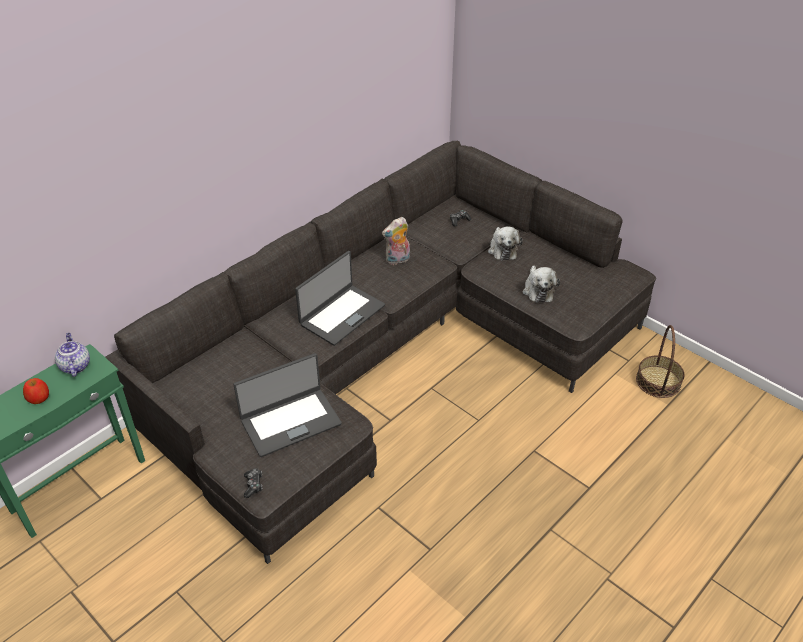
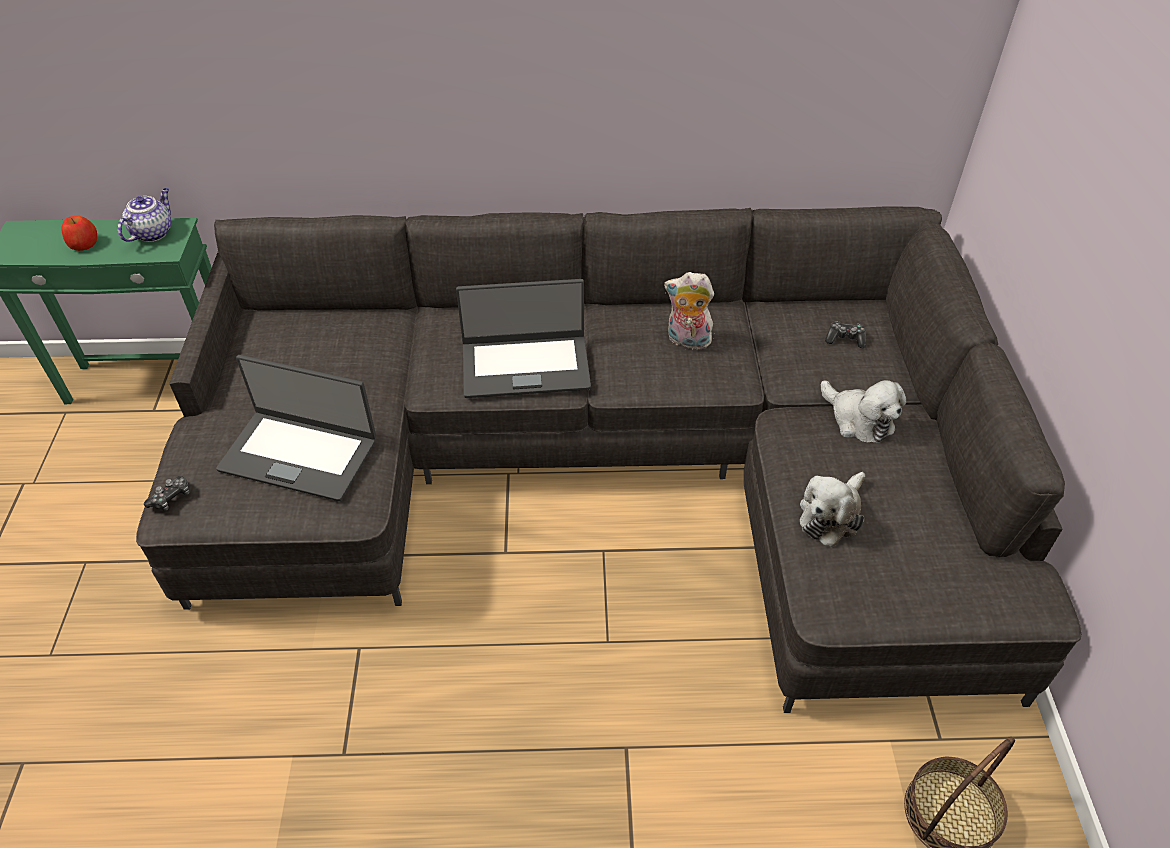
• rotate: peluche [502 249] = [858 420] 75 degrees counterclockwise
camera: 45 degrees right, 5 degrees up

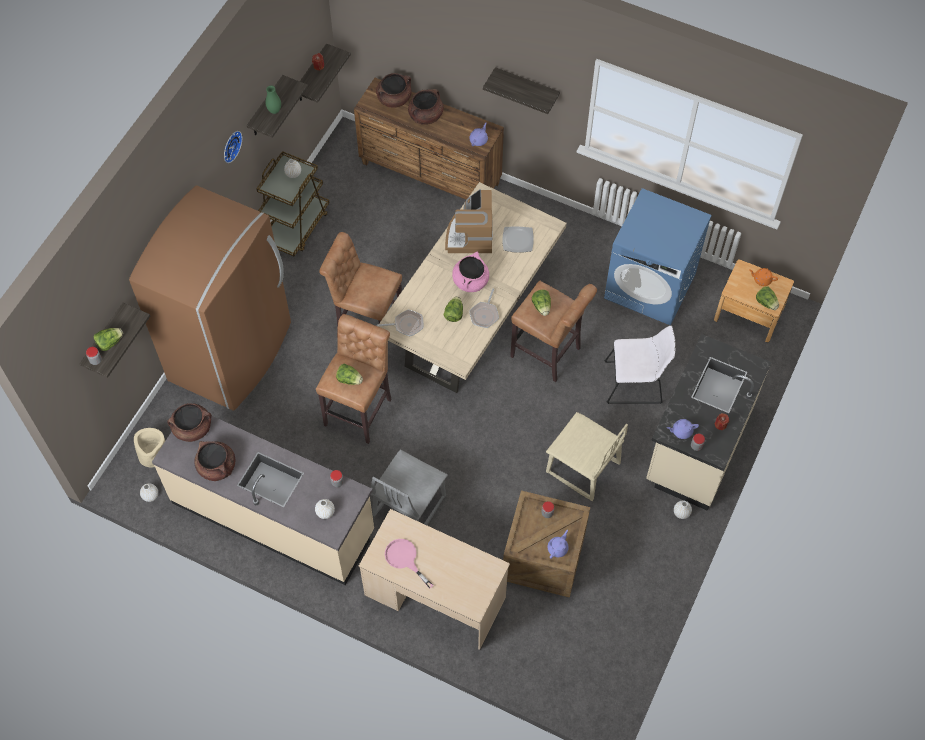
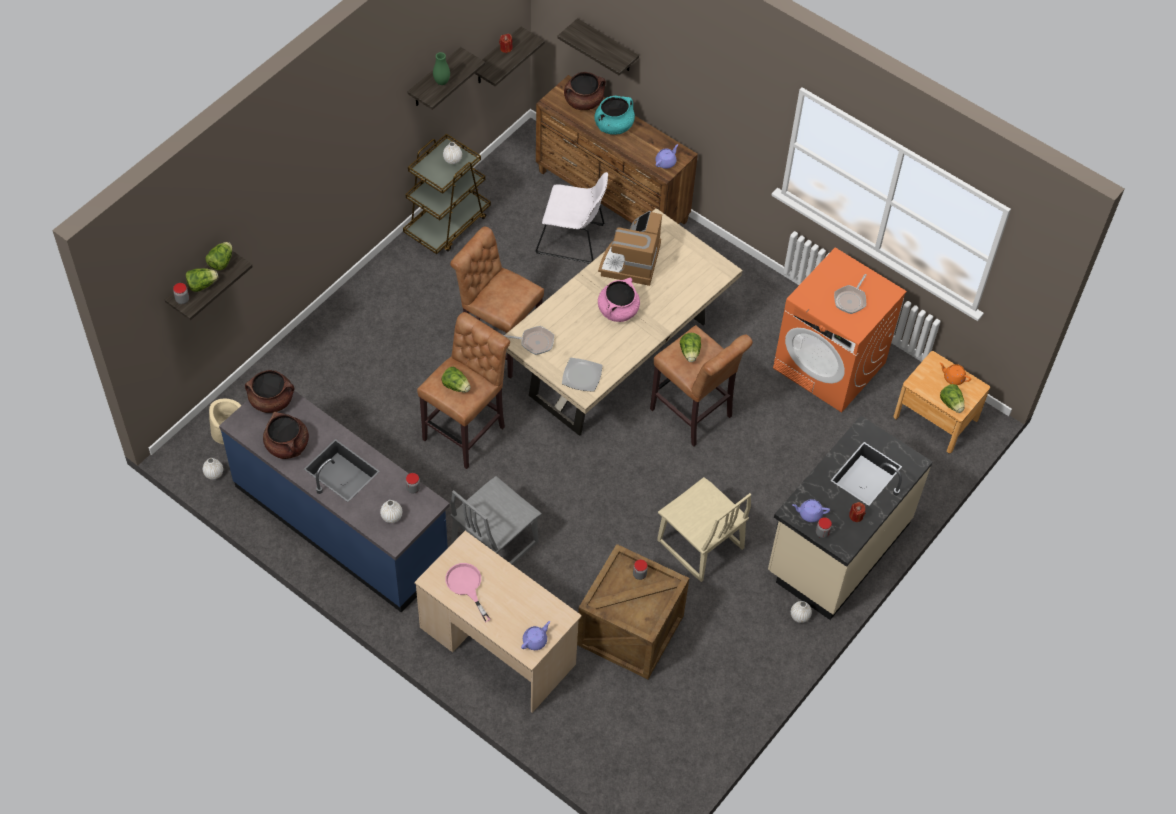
• move: laitue [454 314] to [221 262]
• recolor: comptoir de cuisine (beige) [273 516] to comptoir de cuisine (bleu) [342 523]
• move: théière (violet) [558 548] to [535 640]
• move: chaise (blanc) [636 382] to [573 239]
• move: étagère [526 87] to [607 46]
• move: assiette [517 240] to [581 376]
• recolor: marmite (marron) [425 116] to marmite (turquoise) [613 126]
• recolor: lave-linge (bleu) [650 286] to lave-linge (orange) [830 365]
• move: poêle [485 314] to [851 300]
• delete: réfrigérateur (marron) [232 352]
• delete: horloge murale [230 145]
camera: 10 degrees right, 5 degrees down

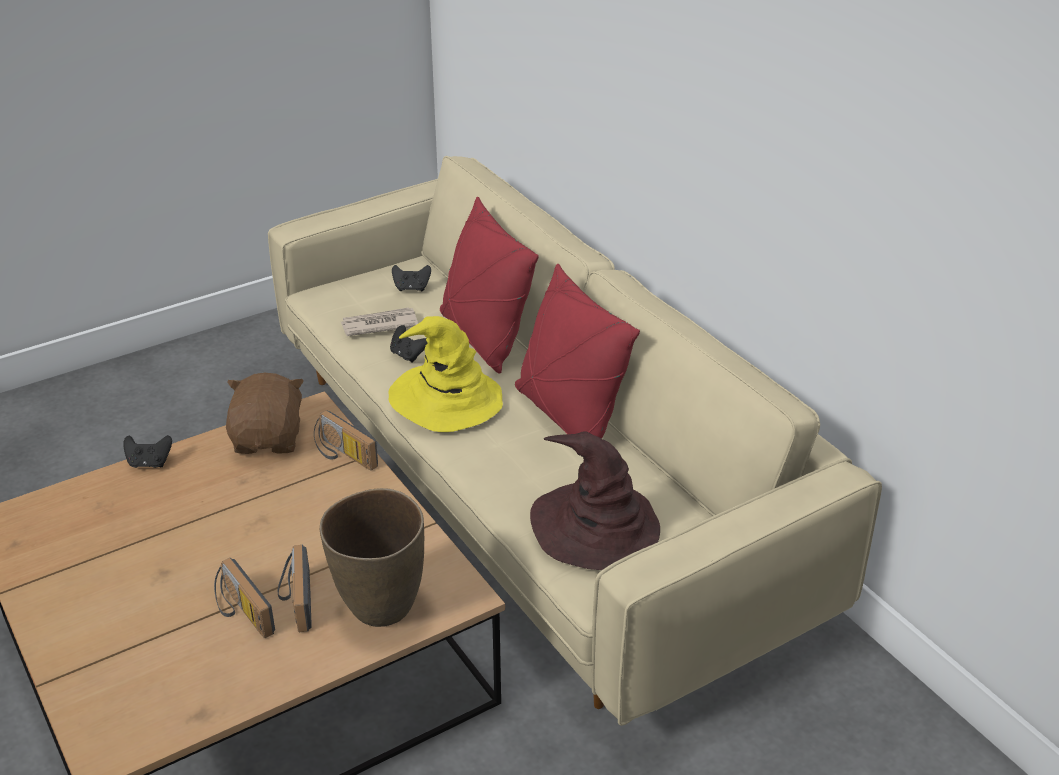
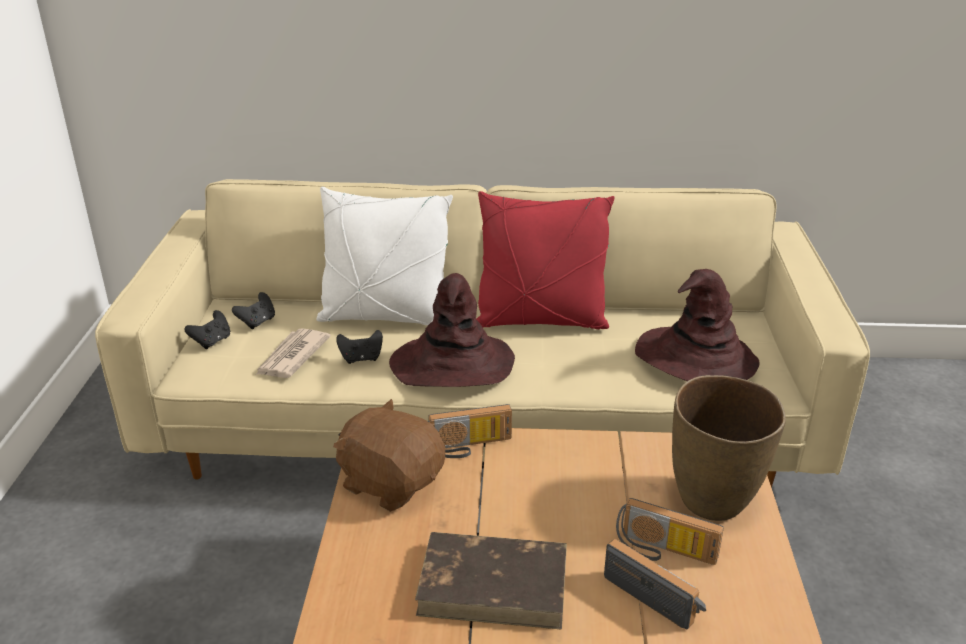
• move: manette (noir) [149 463] to [212 341]
• recolor: coussin (rouge) [484 338] to coussin (blanc) [385 317]
• recolor: chapeau (jaune) [444 400] to chapeau (marron) [452 365]
• insert: livre (marron) [495 584]
• rotate: radio [240 612] = [656 595] 135 degrees counterclockwise
camera: 55 degrees left, 5 degrees down

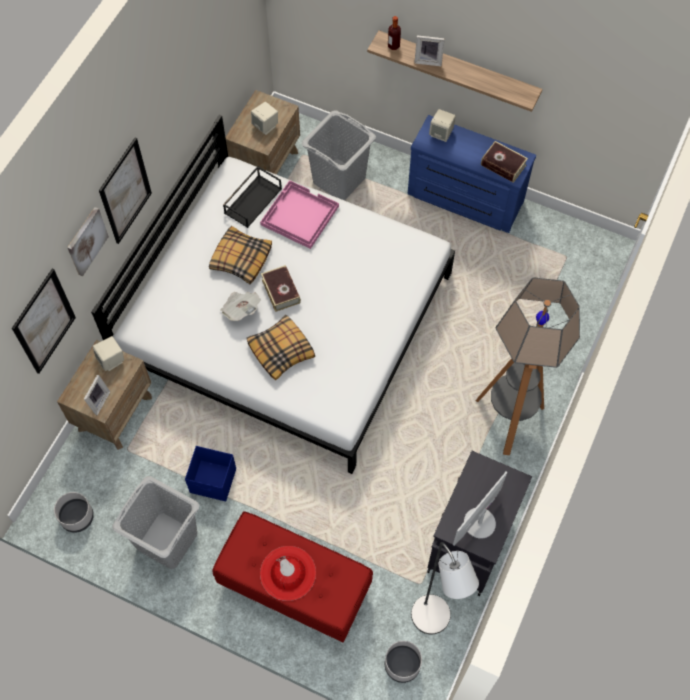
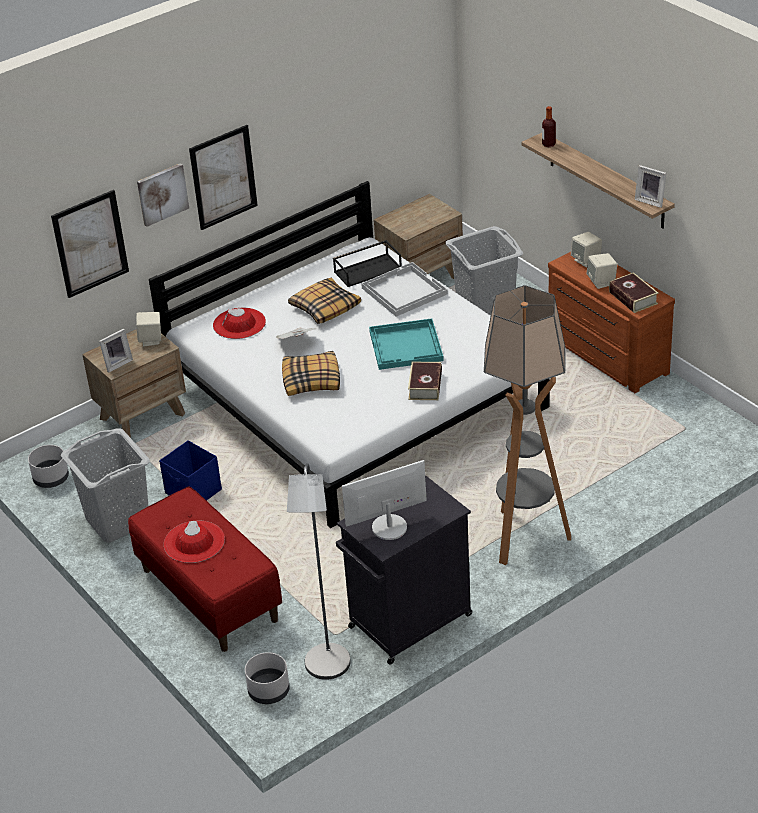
• insert: chapeau (rouge) [239 324]
• recolor: plateau (rose) [299 215] to plateau (blanc) [403 291]
• insert: plateau (turquoise) [406 346]
• move: livre [281 291] to [425 386]
• recolor: commode (bleu) [464 200] to commode (marron) [605 356]
• move: enceinte (beige) [265 126] to [601 282]
• move: cadre photo [428 60] to [651 201]
camera: 30 degrees right, 25 degrees down

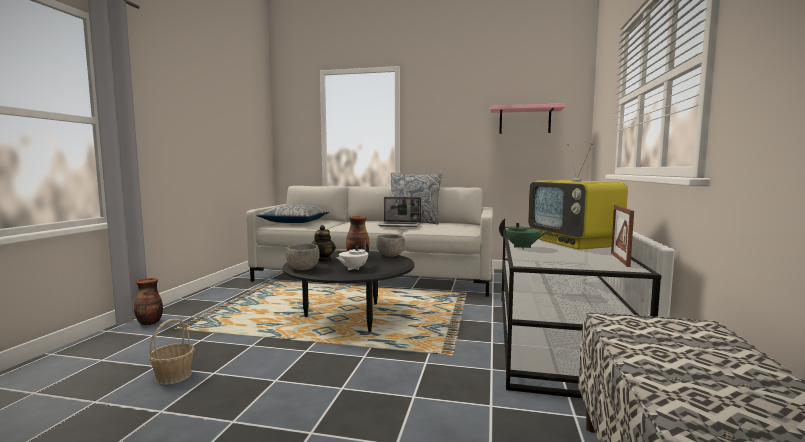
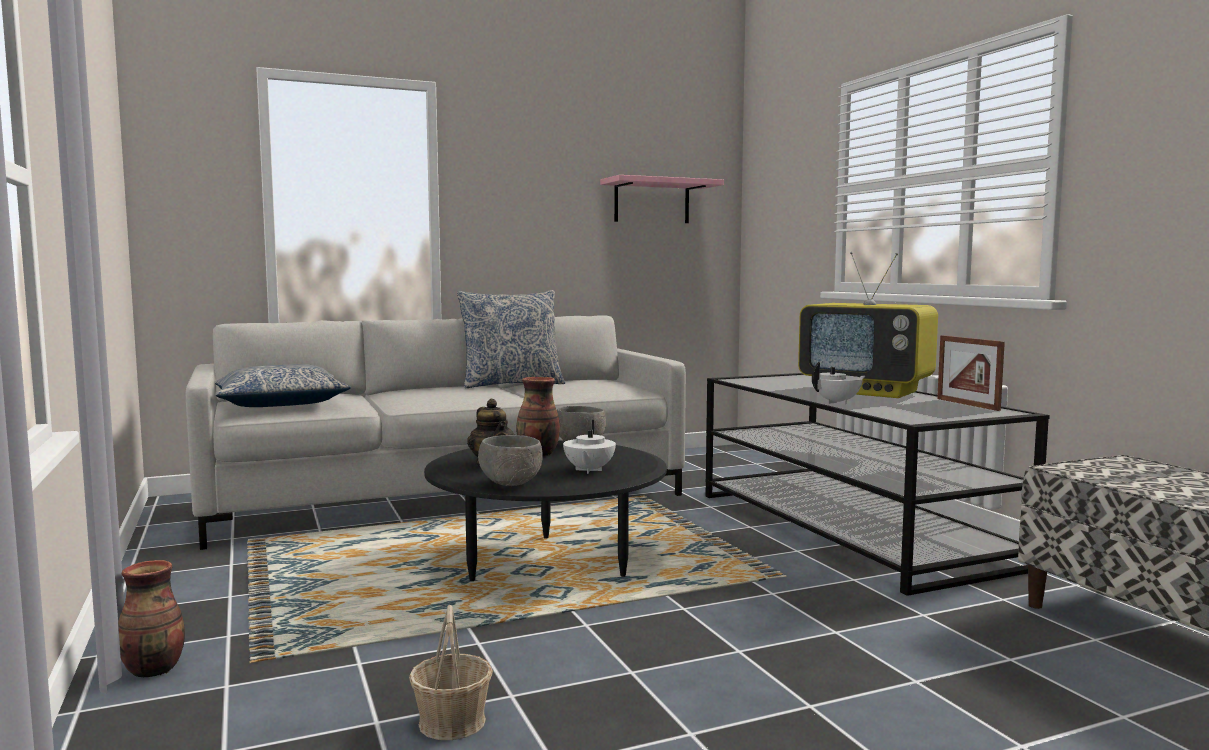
• recolor: théière (vert) [522 247] to théière (blanc) [838 402]
• delete: ordinateur portable [400 225]
camera: 35 degrees left, 0 degrees up

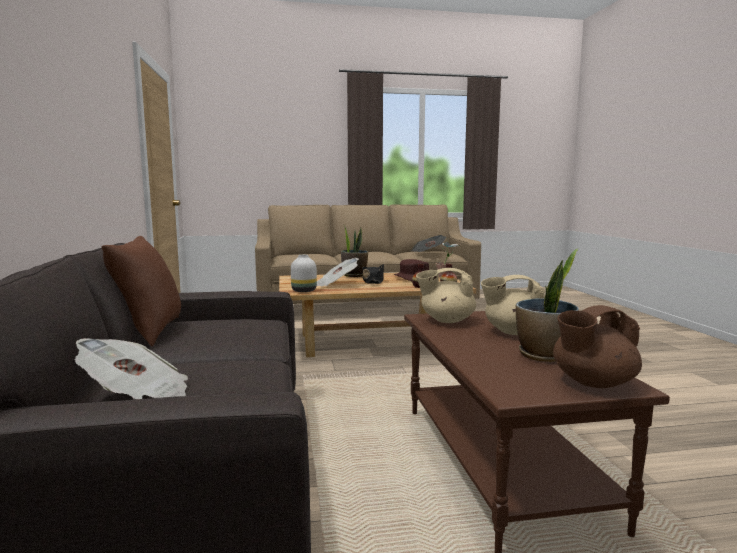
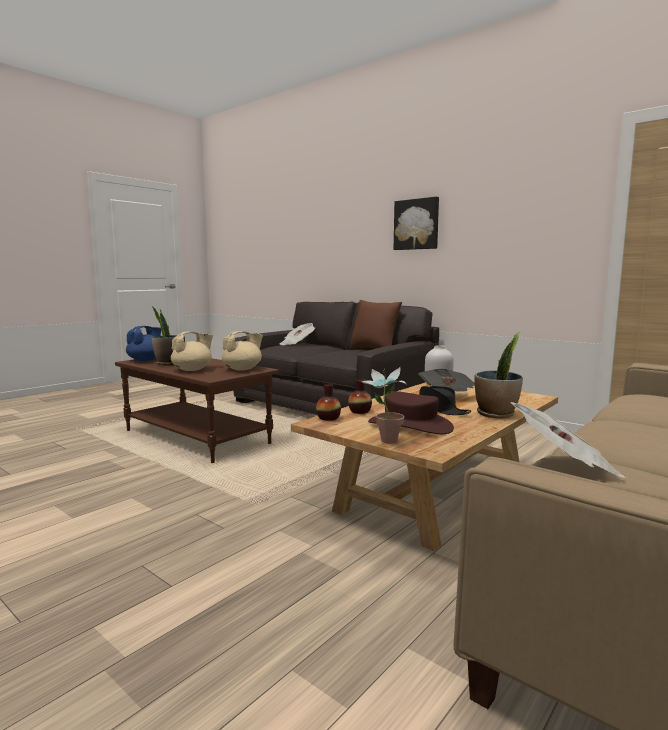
• recolor: théière (marron) [592 382] to théière (bleu) [146 360]
• insert: tableau [416 224]
camera: 140 degrees right, 0 degrees up

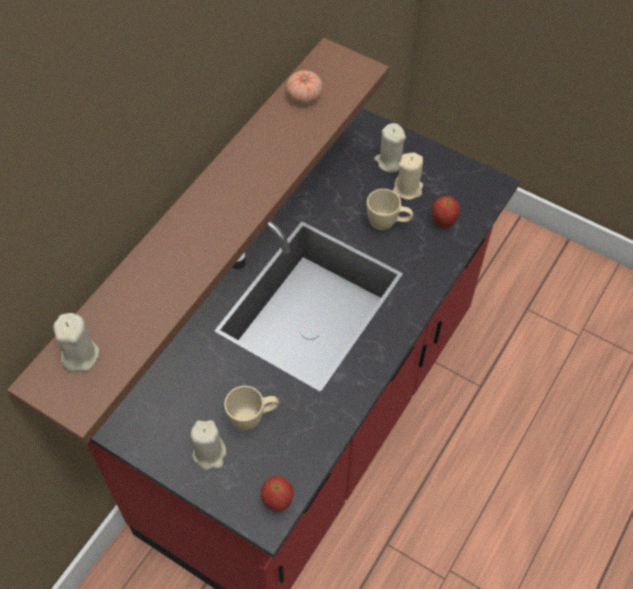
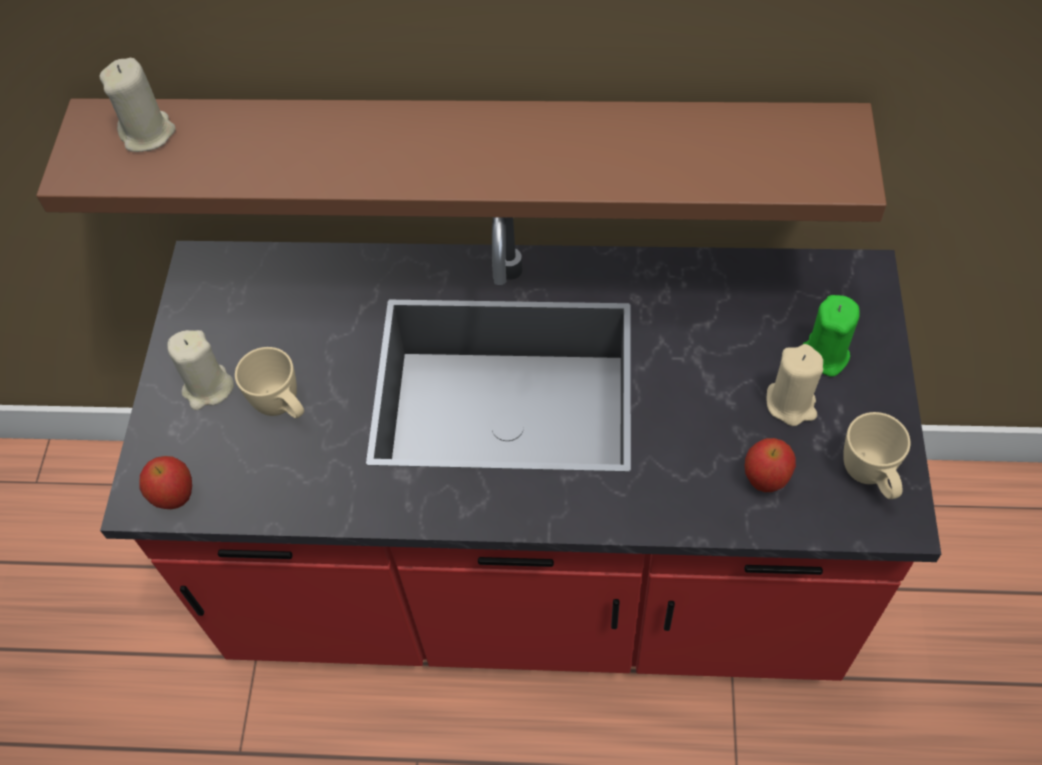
• recolor: bougie (beige) [389 161] to bougie (vert) [823 355]
• move: mug (beige) [388 224] to [870 478]
• delete: tomate [304 96]
camera: 65 degrees right, 0 degrees up

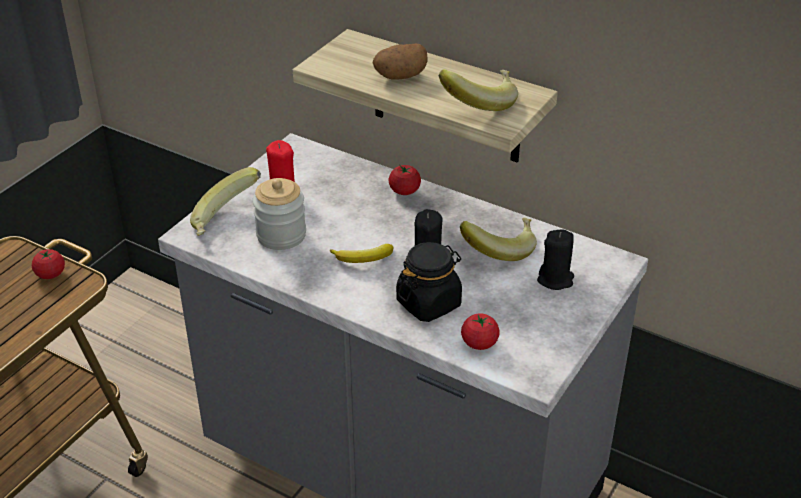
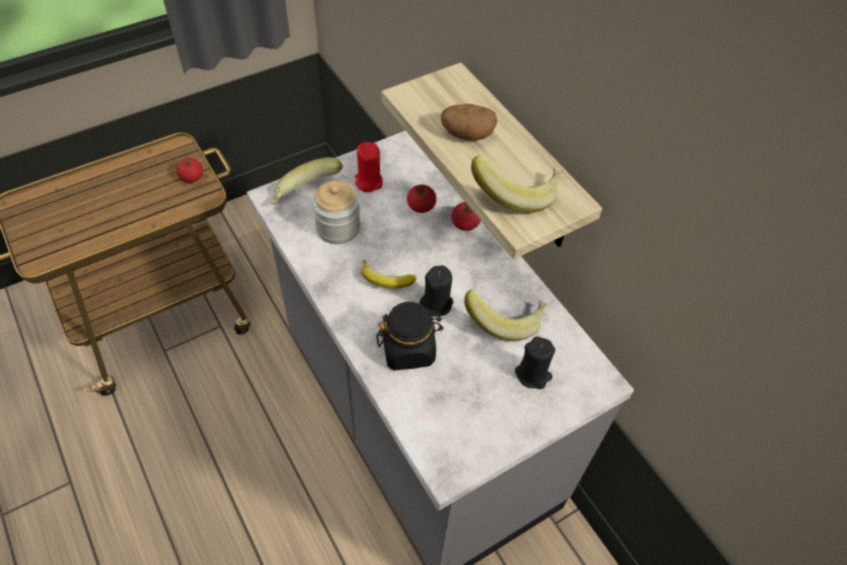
• move: tomate [479 343] to [421 207]
camera: 25 degrees right, 15 degrees up

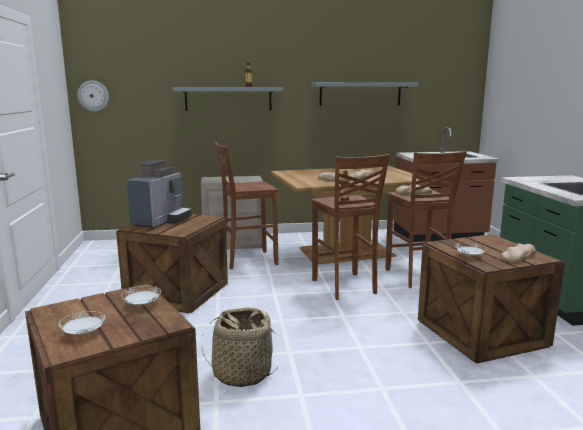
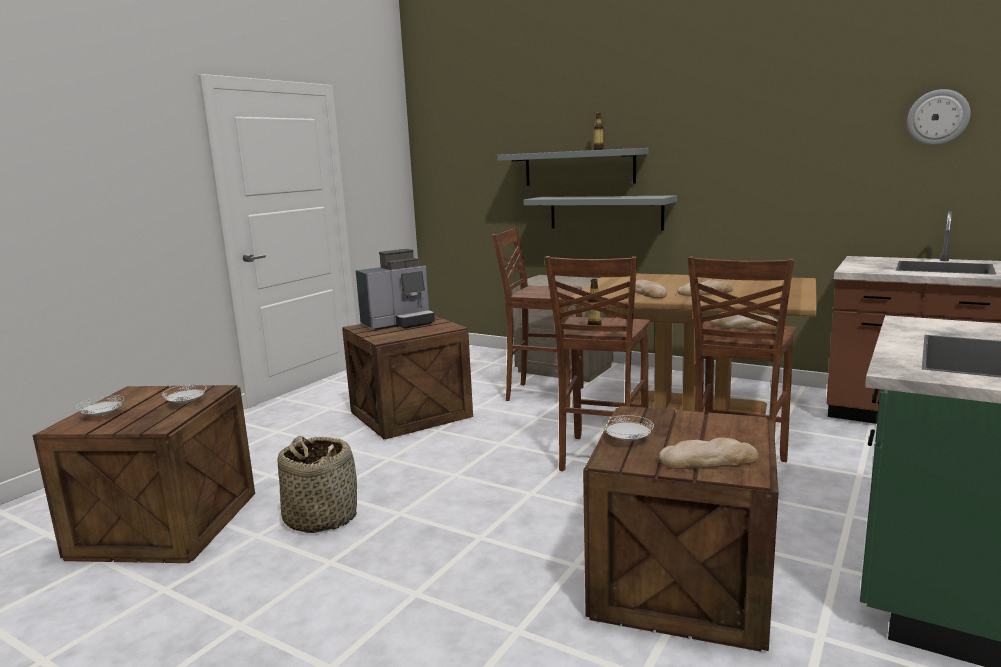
• move: étagère (gris) [360 94] to [605 212]
• move: horloge murale [93 96] to [938 117]
camera: 40 degrees right, 0 degrees up

